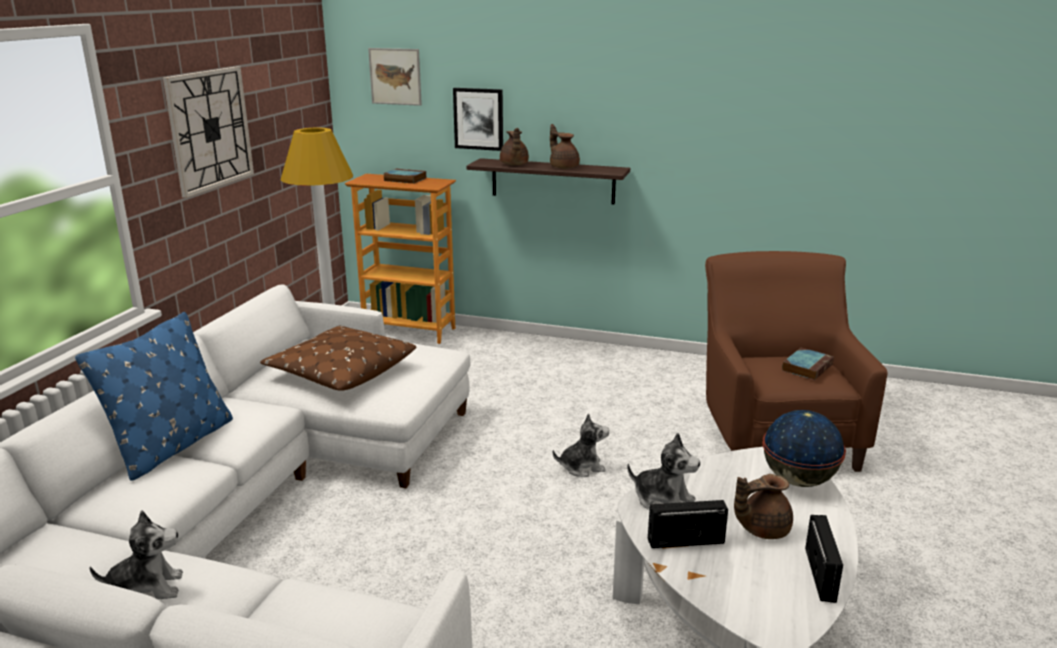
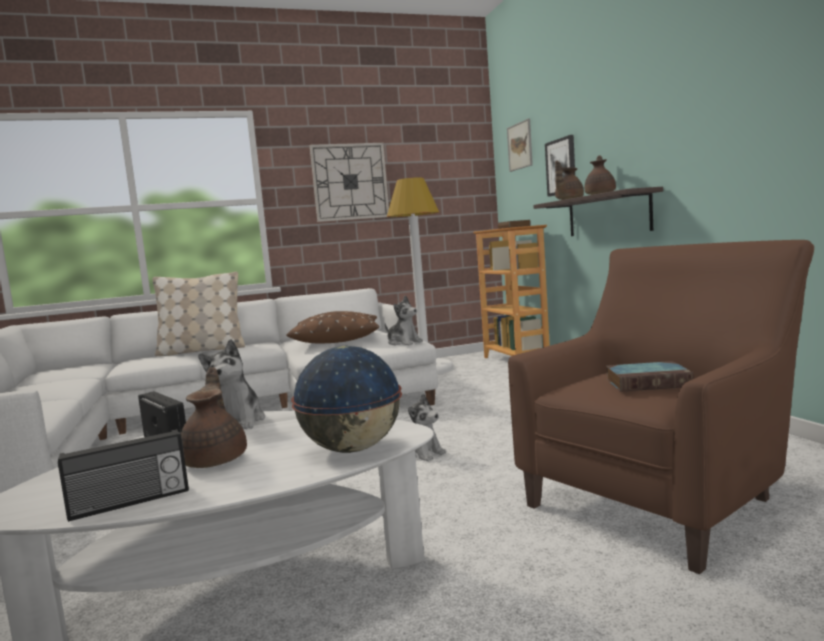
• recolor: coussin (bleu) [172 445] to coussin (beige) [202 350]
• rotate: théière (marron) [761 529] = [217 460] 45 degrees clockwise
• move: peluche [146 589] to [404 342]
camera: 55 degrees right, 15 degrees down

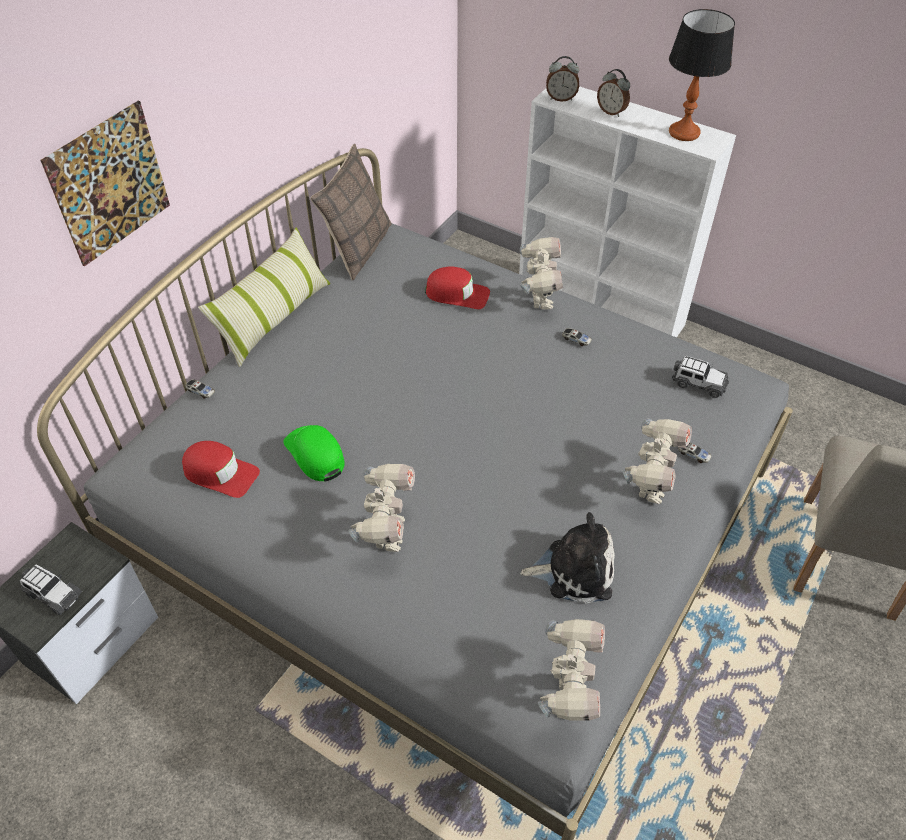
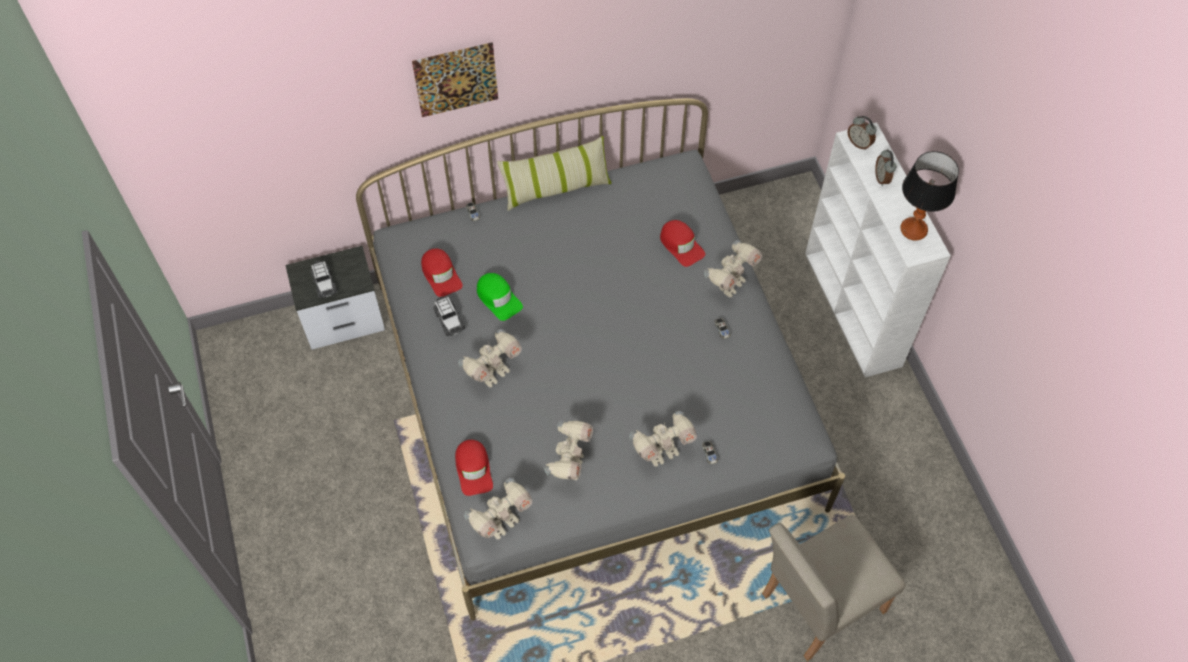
• move: petite voiture [698 383] to [449 320]
• insert: casquette (rouge) [473 469]
• rotate: casquette (vert) [315 454] = [498 298] 135 degrees clockwise
• replace: peluche [574 569] to robot jouet [570 466]
• delete: coussin [358 248]
camera: 40 degrees right, 10 degrees up

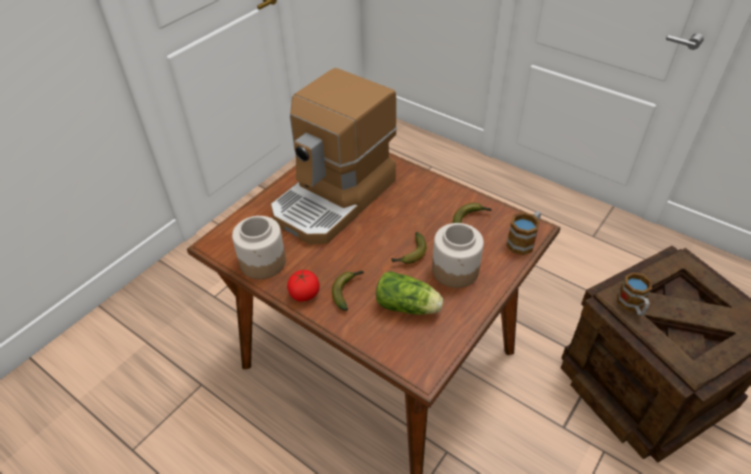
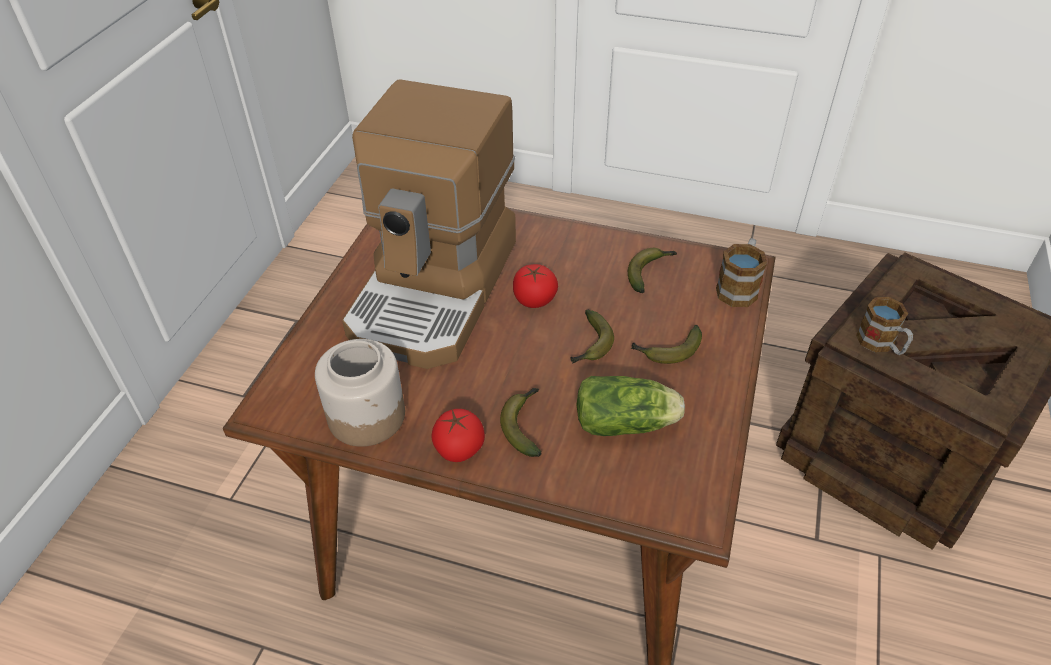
• insert: tomate [534 299]
• replace: bocal [455 270] to banane [667 351]
camera: 20 degrees left, 0 degrees up

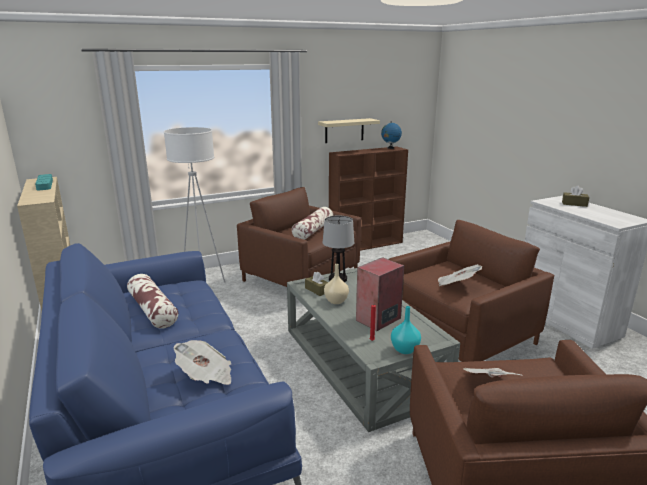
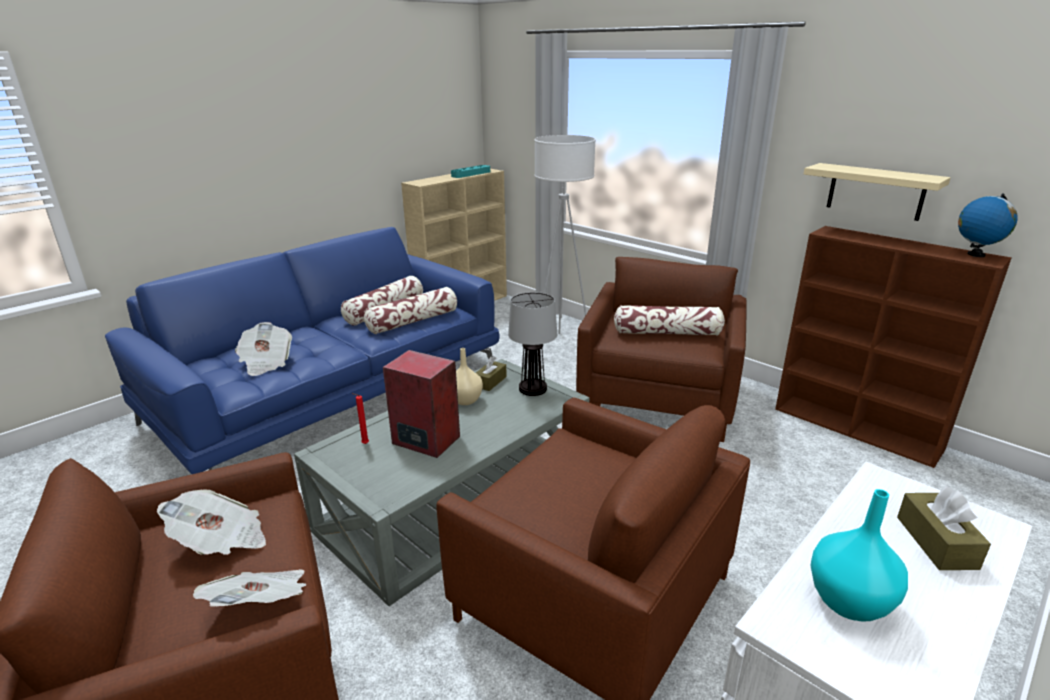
• move: journal [456 285] to [262 605]
• insert: coussin [413 321]
• move: vase (turquoise) [405 349] to [850 602]
camera: 70 degrees right, 5 degrees up

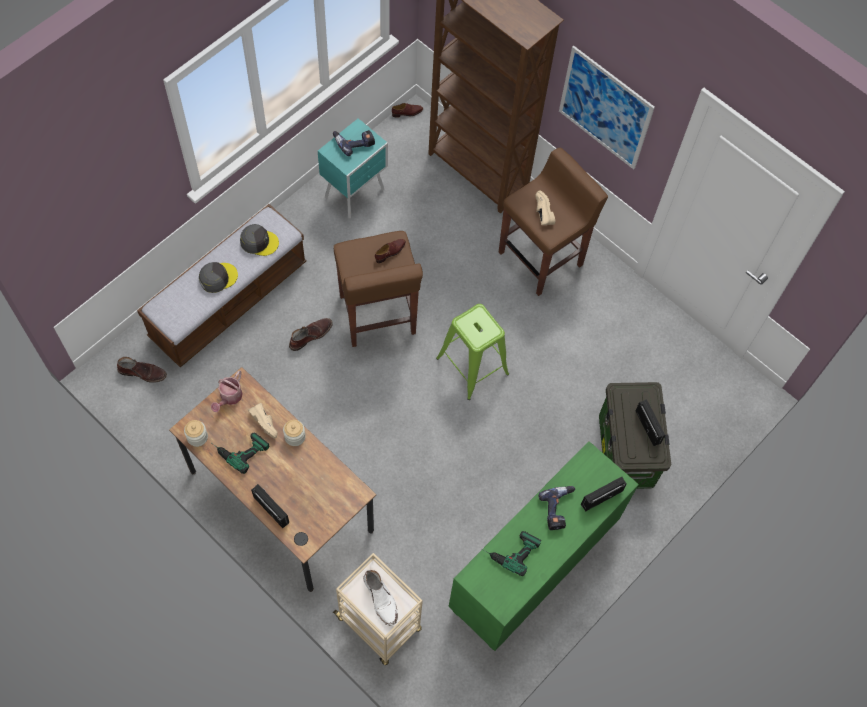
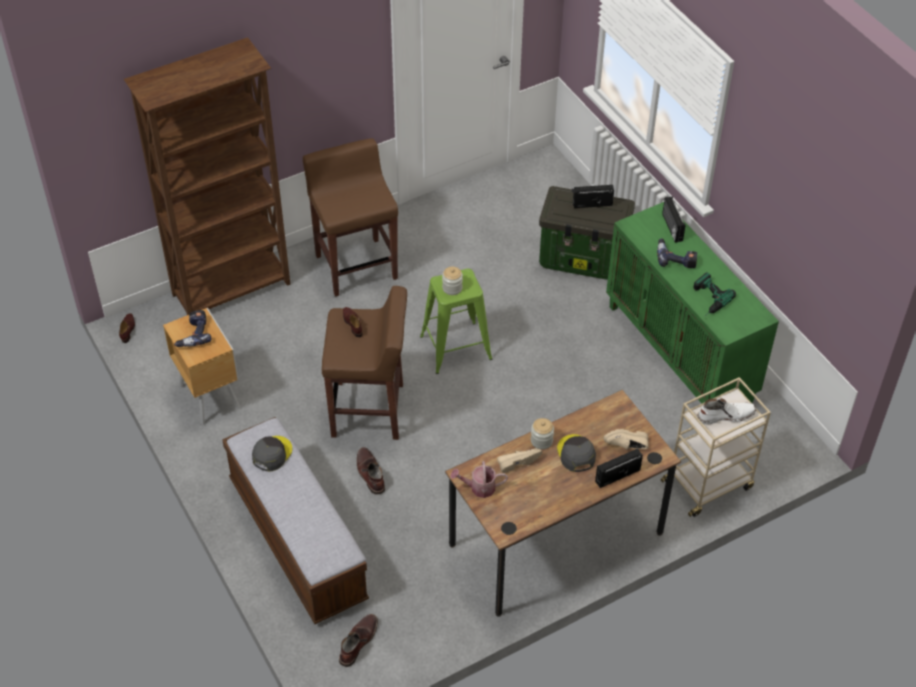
• recolor: table de chevet (turquoise) [356 193] to table de chevet (marron) [209 396]
• move: bocal [197 437] to [452 288]
• rotate: arrosoir [229 397] = [479 488] 135 degrees clockwise
• move: casquette (gris) [218 277] to [576 454]
• move: chaussure (beige) [541 213] to [627 446]
• delete: perceuse [239 447]
• delete: tableau [605 108]
camera: 70 degrees left, 15 degrees down

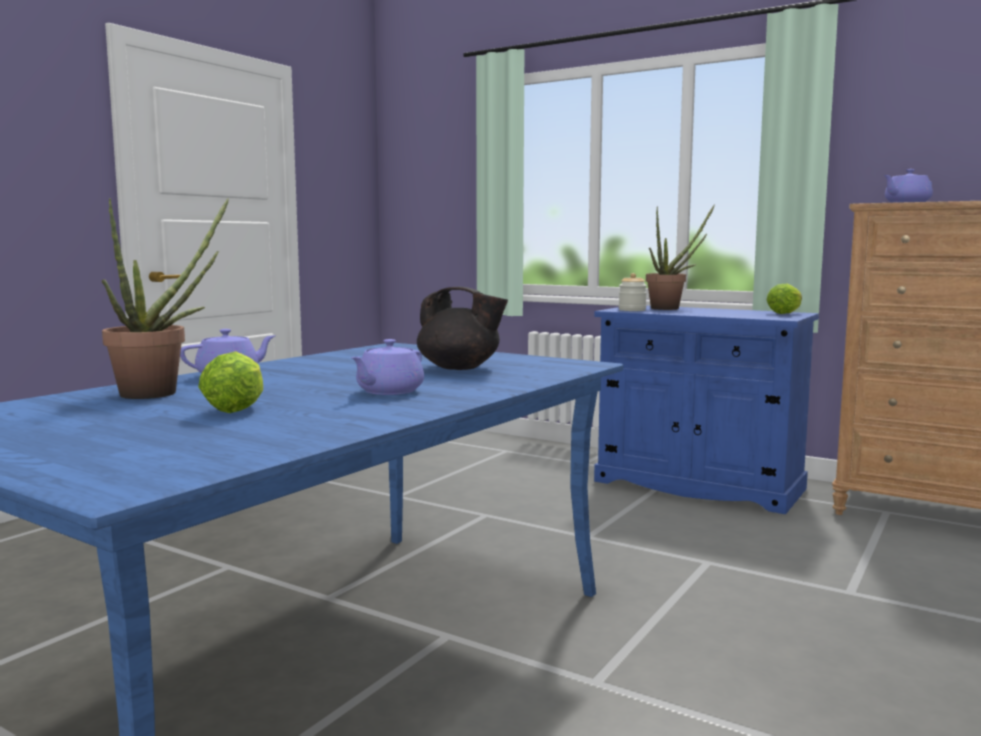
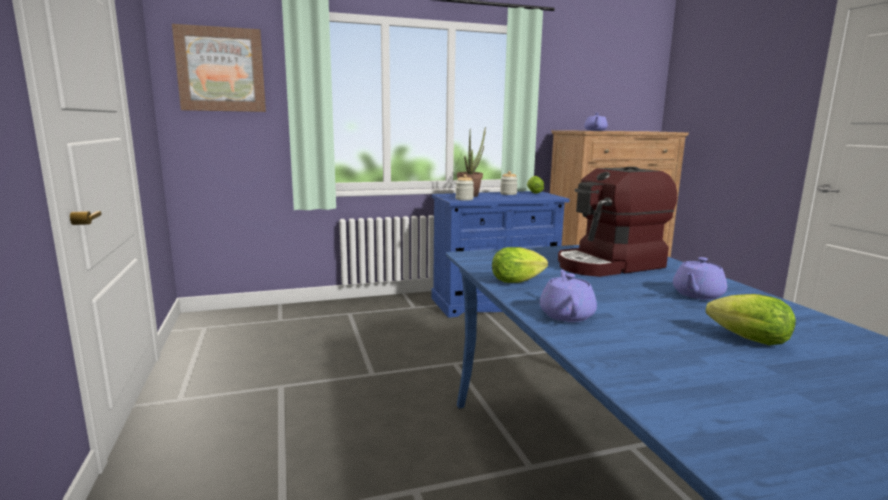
• insert: tableau [221 70]
• insert: laitue [519 281]
• insert: bocal [508 194]
• replace: théière (noir) [460 368] to machine à café [610 265]
• rotate: théière (violet) [388 392] = [697 295] 60 degrees clockwise
• delete: plante en pot [161 392]
camera: 50 degrees left, 5 degrees up

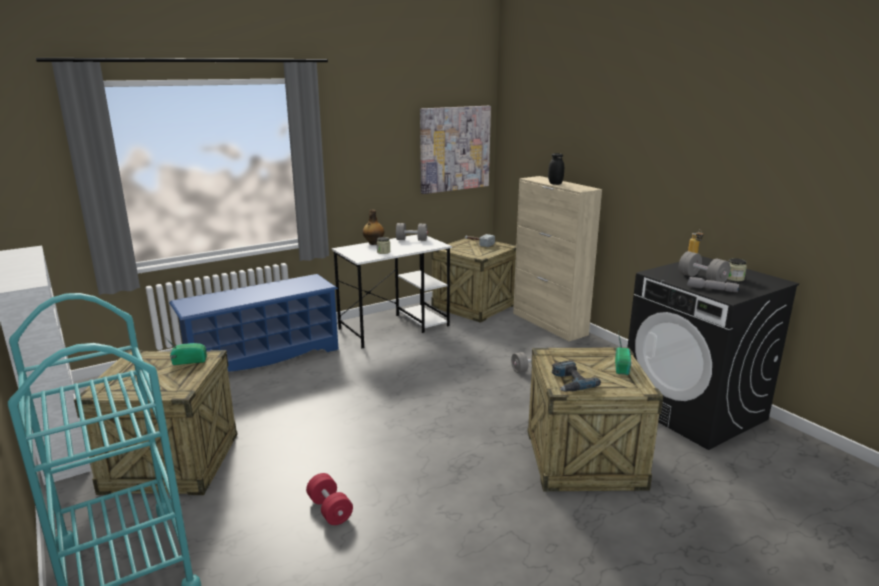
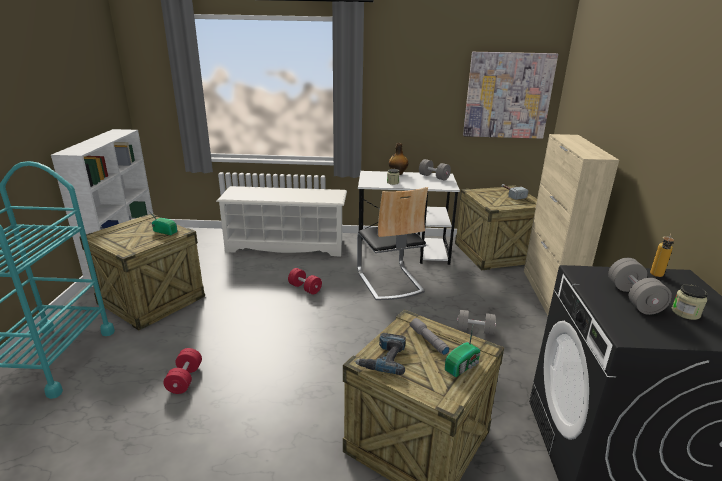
• recolor: étagère à chaussures (bleu) [263 357] to étagère à chaussures (blanc) [286 245]
• insert: haltère (rouge) [305 288]
• insert: chaise [389 282]
• move: lampe de poche (gris) [711 289] to [428 340]
• delete: bocal (noir) [555 184]
camera: 35 degrees right, 5 degrees up

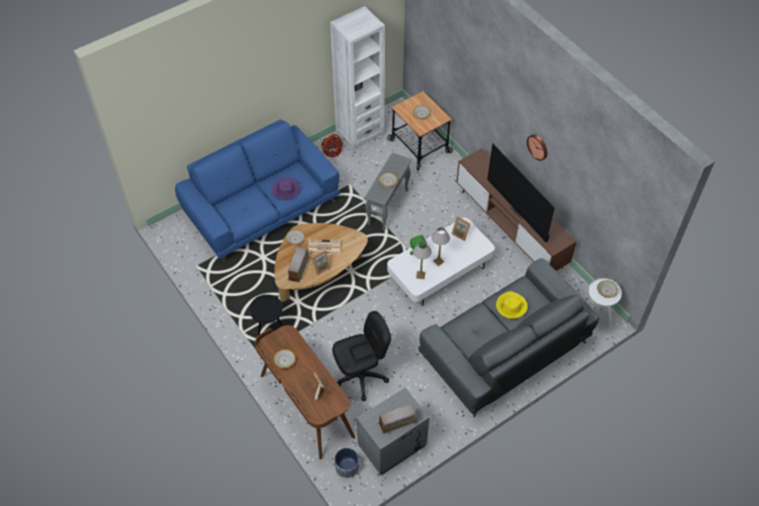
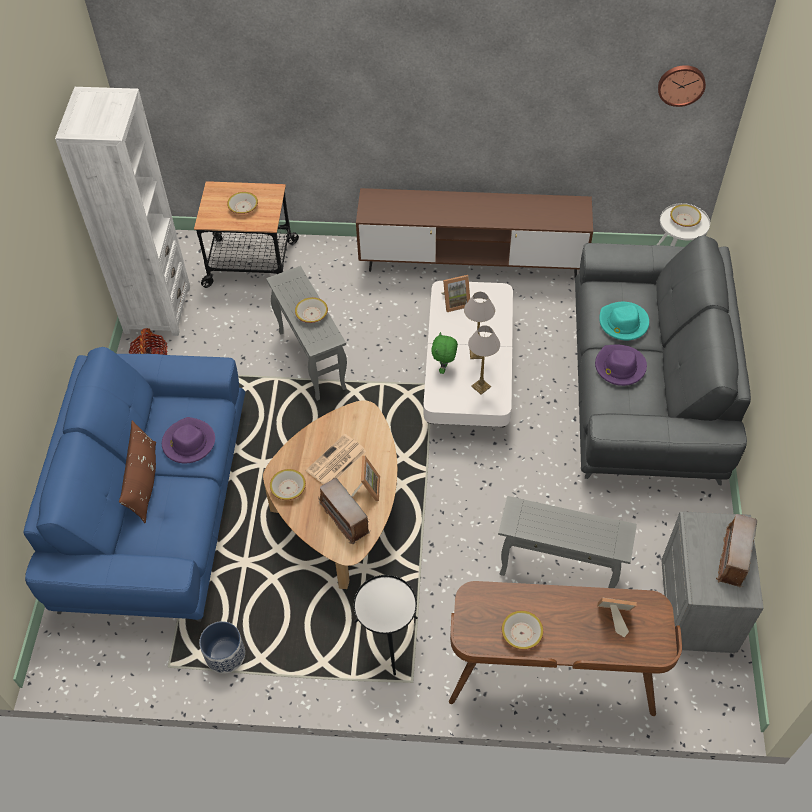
• insert: coussin (marron) [143 482]
• move: cache-pot [347 467] to [225 654]
• replace: chaise de bureau (noir) [361 376] to table d'appoint (gris) [558 571]
• insert: chapeau (violet) [619 367]
• recolor: chapeau (jaune) [511 306] to chapeau (turquoise) [623 323]
• move: horloge murale [538 146] to [681 84]
• delete: téléviseur [520 210]
camera: 50 degrees left, 0 degrees up

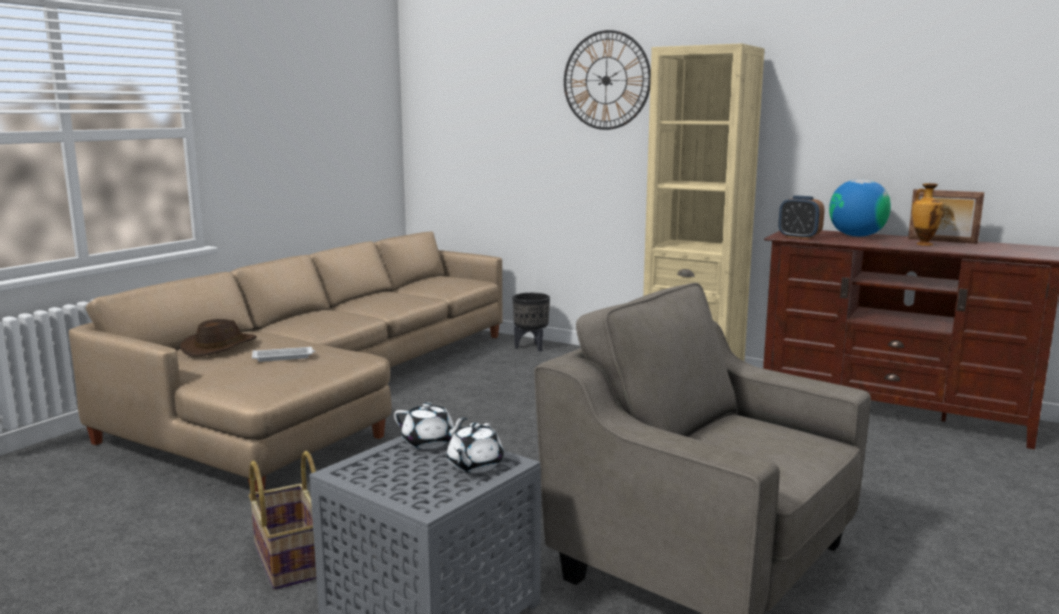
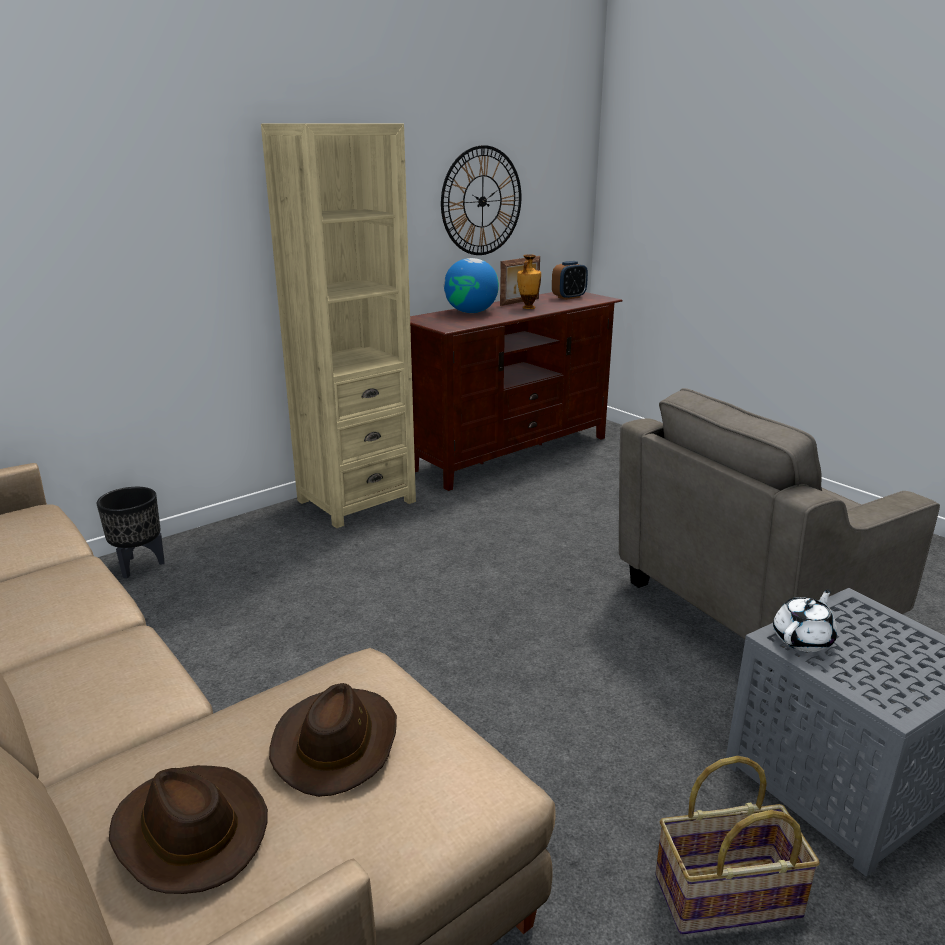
• replace: plateau (blanc) [284 357] to chapeau (marron) [336 742]
• move: horloge murale [606 80] to [482 201]
• move: réveil [799 237] to [569 297]
• delete: théière (blanc) [474 466]
camera: 70 degrees left, 10 degrees up

